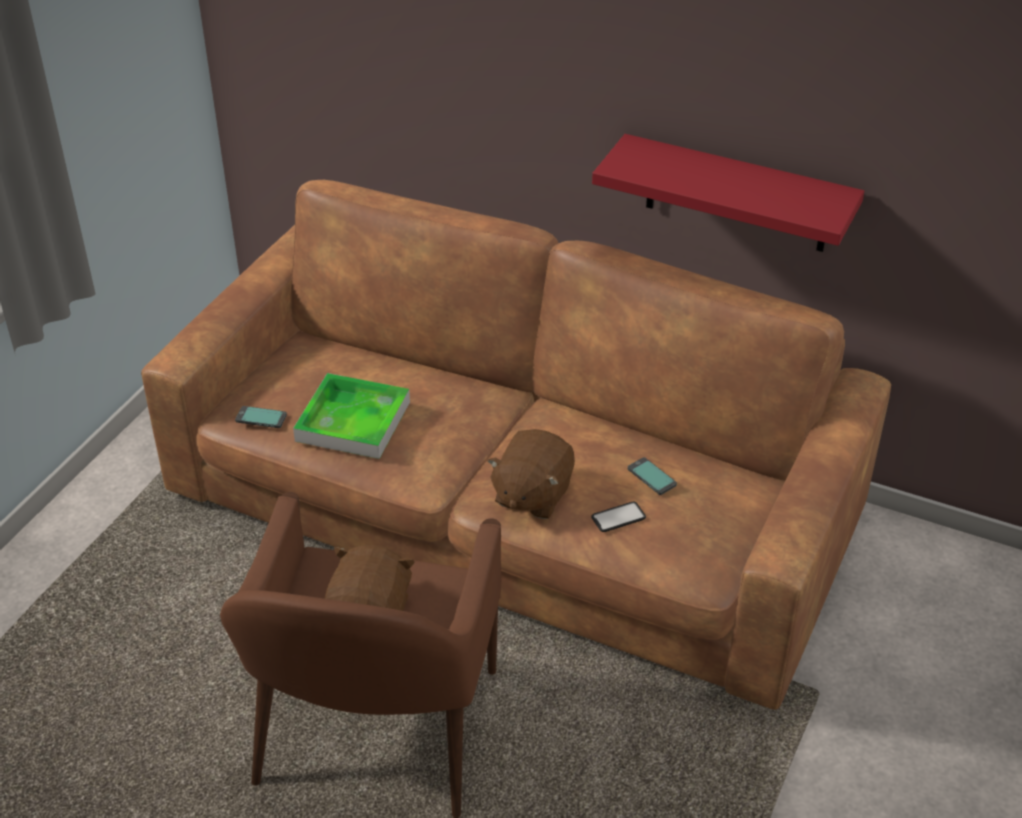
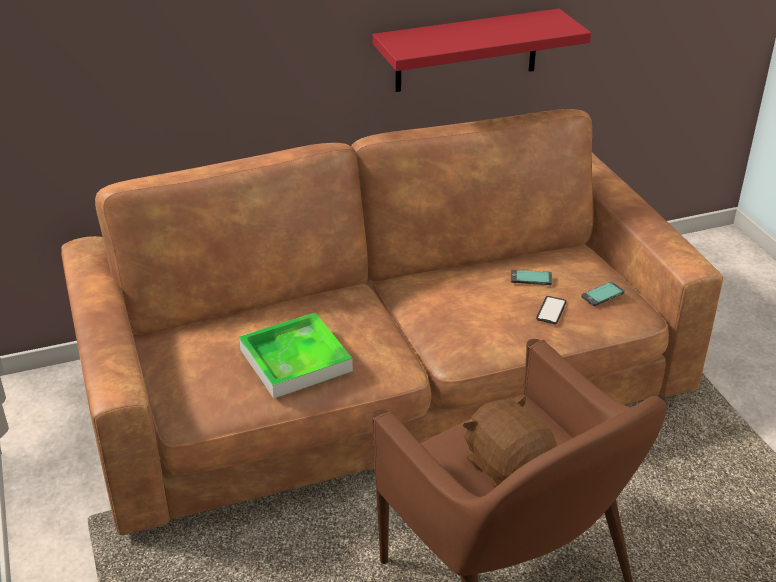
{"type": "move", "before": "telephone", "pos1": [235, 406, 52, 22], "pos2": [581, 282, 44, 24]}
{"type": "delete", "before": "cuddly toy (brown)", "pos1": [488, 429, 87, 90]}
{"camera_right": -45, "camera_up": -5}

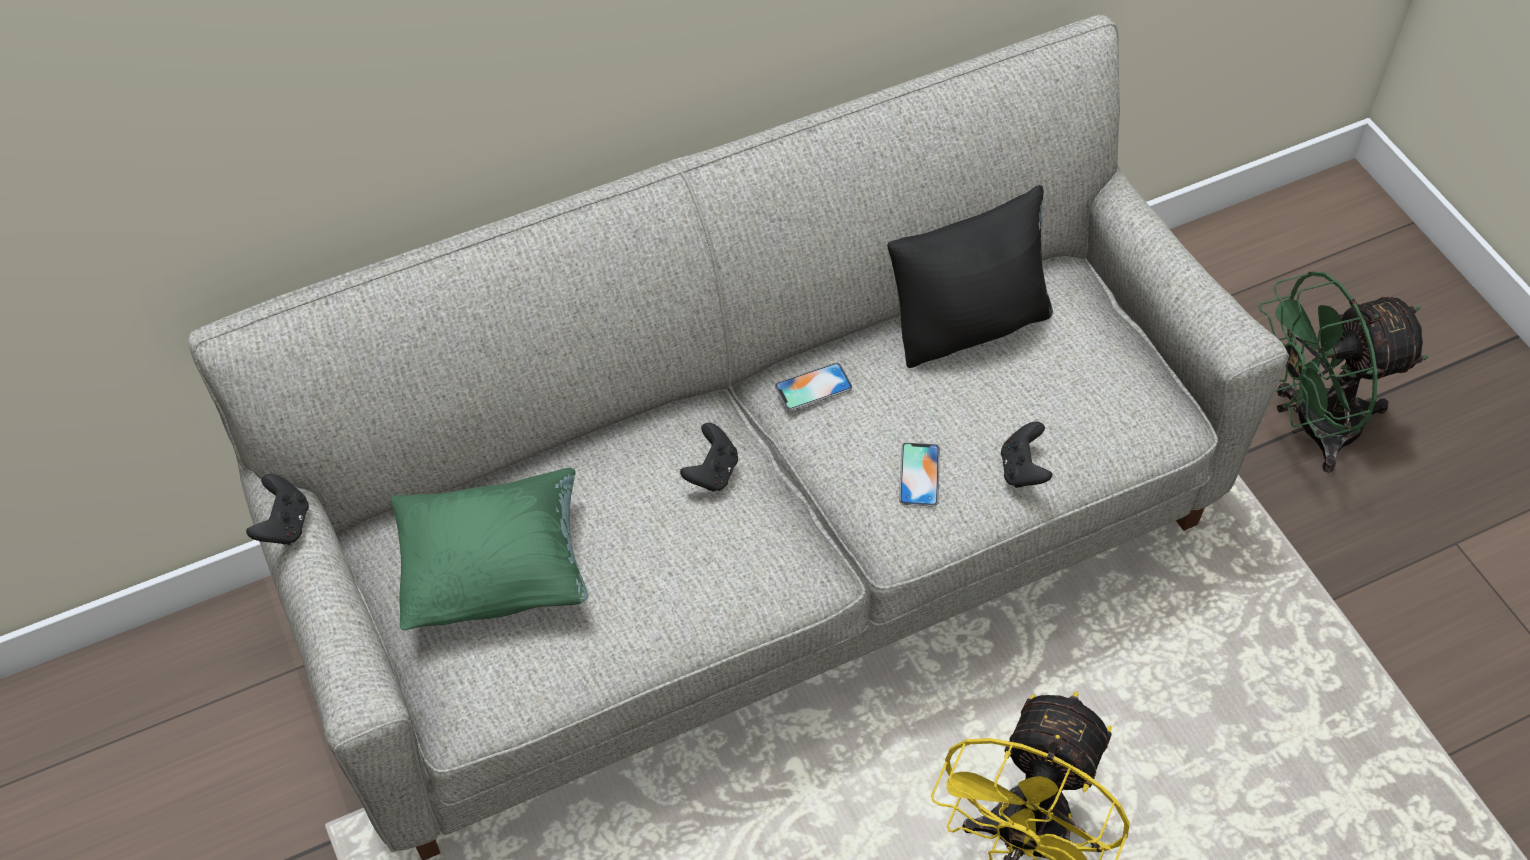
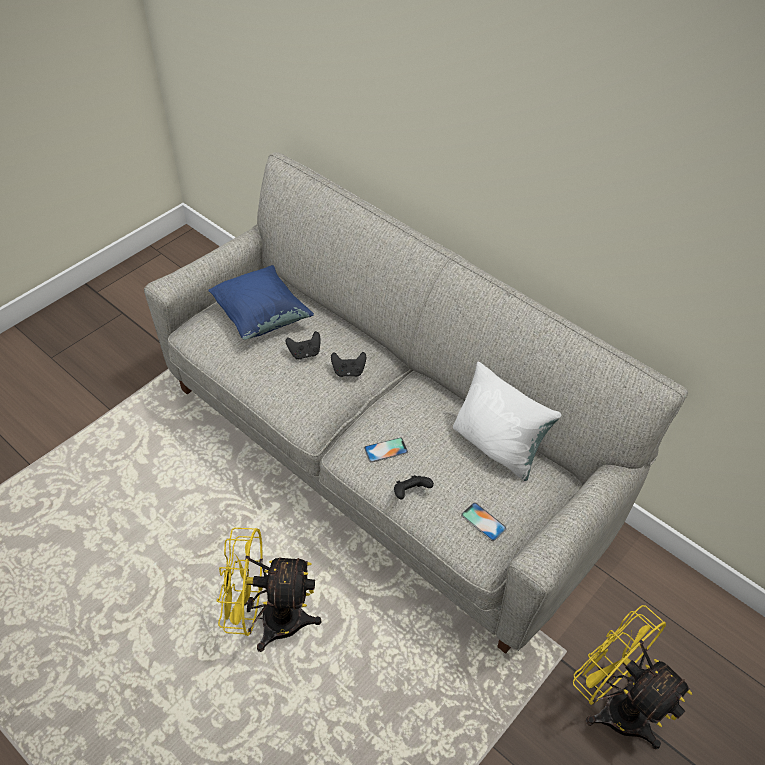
{"type": "recolor", "before": "pillow (black)", "after": "pillow (white)", "pos1": [887, 185, 166, 183], "pos2": [453, 361, 108, 120]}
{"type": "recolor", "before": "electric fan (greenish)", "after": "electric fan (yellow-coloured)", "pos1": [1258, 271, 171, 202], "pos2": [573, 605, 119, 144]}
{"type": "move", "before": "telephone", "pos1": [775, 363, 77, 47], "pos2": [461, 502, 46, 39]}
{"type": "recolor", "before": "pillow (greenish)", "after": "pillow (bluish)", "pos1": [391, 467, 197, 163], "pos2": [208, 265, 106, 75]}
{"type": "move", "before": "joypad (black)", "pos1": [246, 474, 63, 71], "pos2": [286, 331, 35, 29]}
{"camera_right": 65, "camera_up": -5}

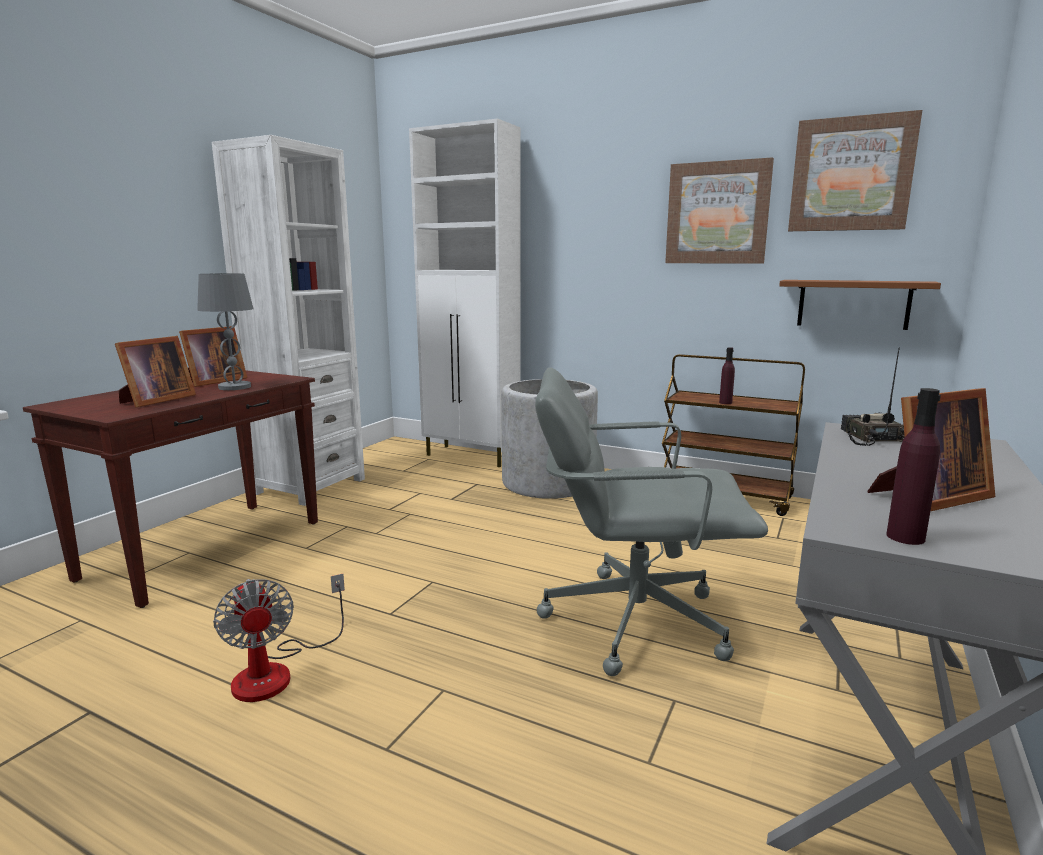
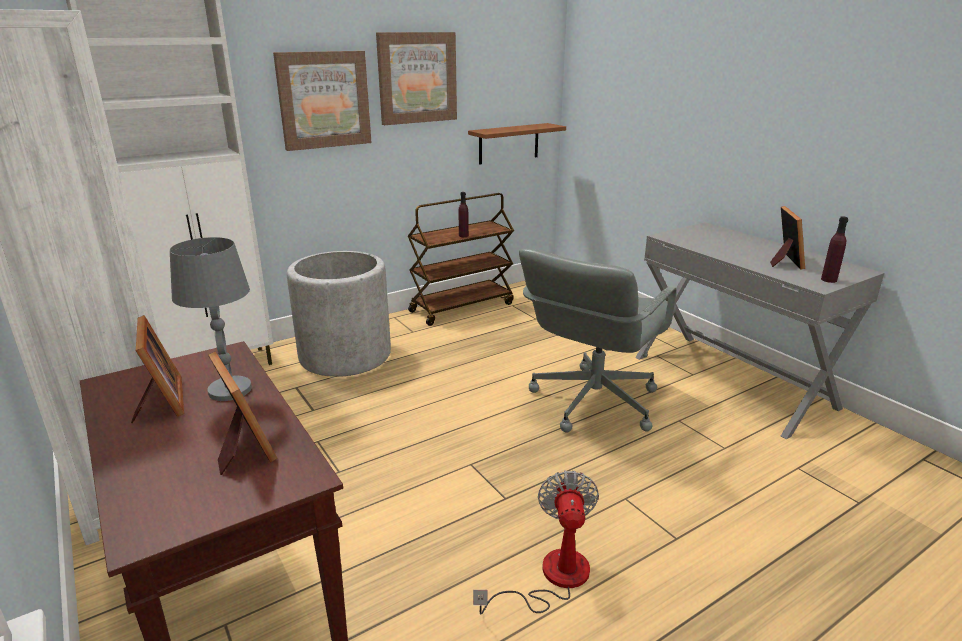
{"type": "move", "before": "picture", "pos1": [788, 110, 134, 121], "pos2": [273, 51, 99, 100]}
{"type": "delete", "before": "radio set", "pos1": [841, 348, 64, 98]}
{"type": "rotate", "before": "electric fan", "pos1": [213, 574, 132, 128], "pos2": [473, 470, 126, 145], "turn": -90}
{"camera_right": -60, "camera_up": 10}

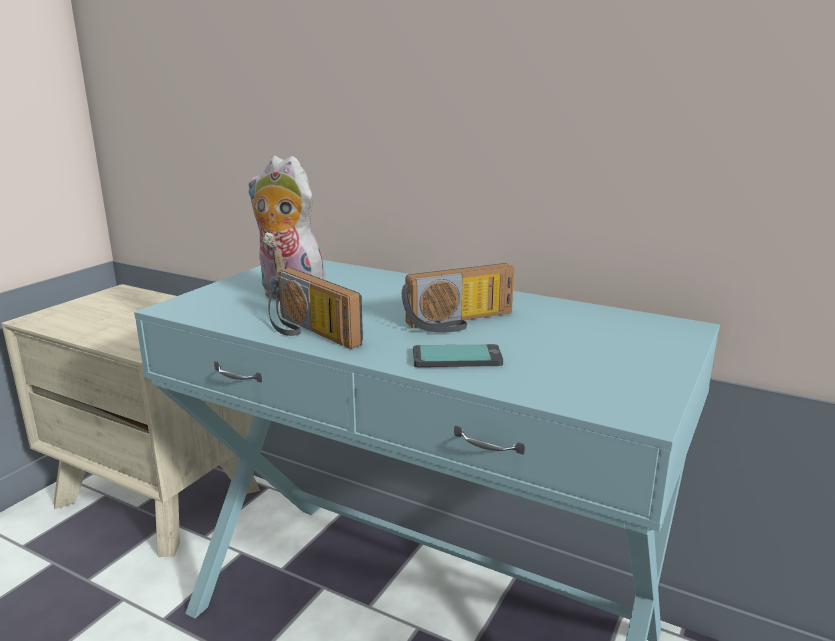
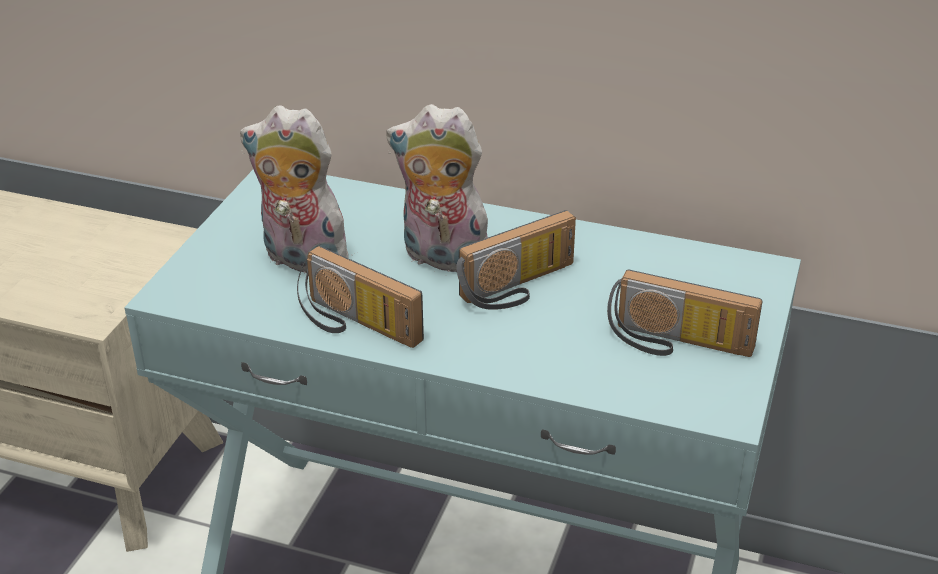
{"type": "delete", "before": "telephone", "pos1": [413, 344, 90, 23]}
{"type": "insert", "after": "cuddly toy", "pos2": [386, 104, 102, 168]}
{"type": "insert", "after": "radio set", "pos2": [607, 270, 155, 87]}
{"camera_right": -10, "camera_up": 15}

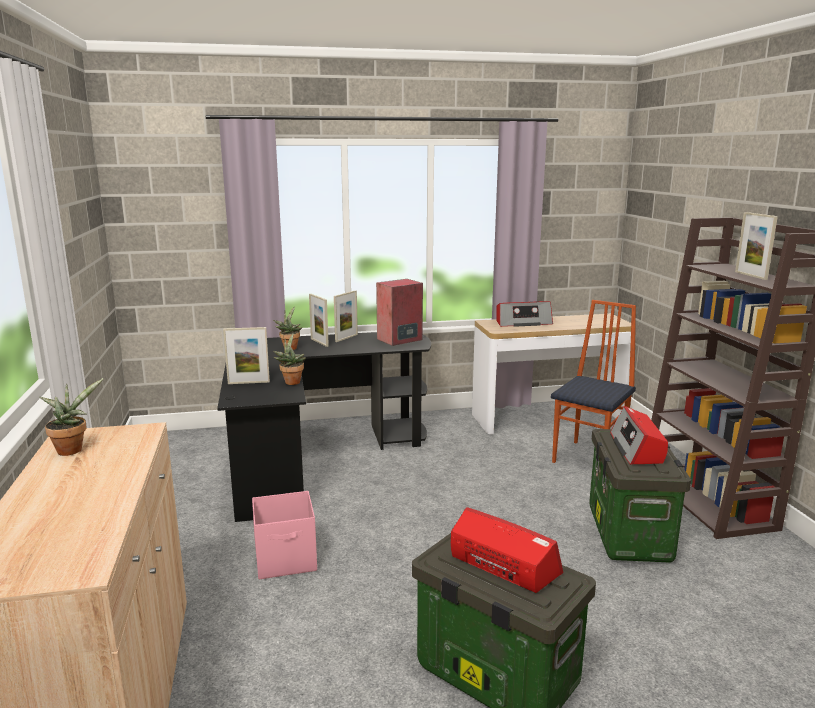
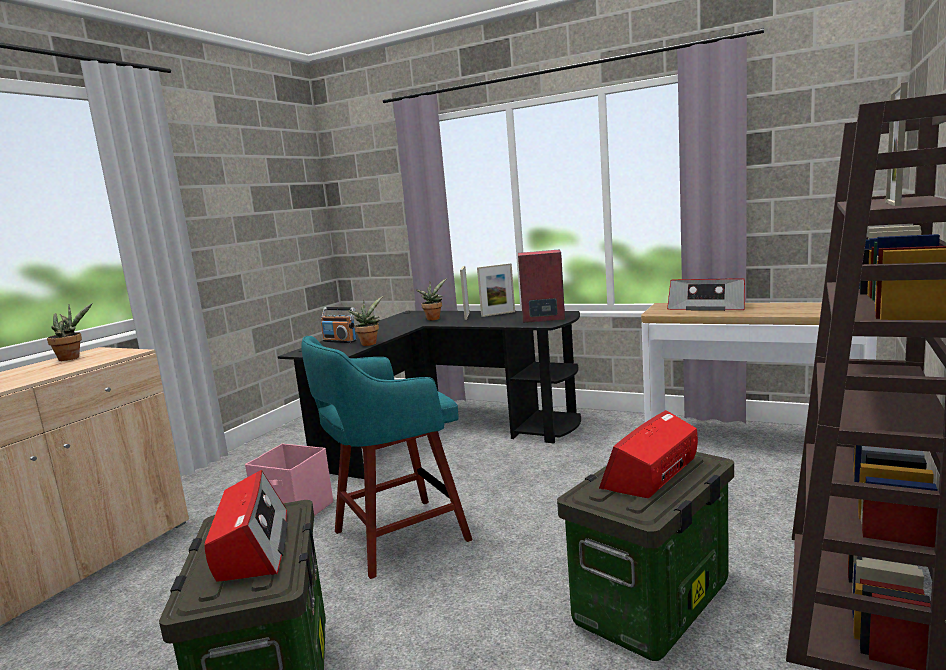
{"type": "delete", "before": "chair", "pos1": [551, 300, 85, 163]}
{"type": "replace", "before": "picture frame", "after": "radio set", "pos1": [223, 327, 47, 57], "pos2": [321, 307, 36, 36]}
{"type": "insert", "after": "sitting stool (turquoise-coloured)", "pos2": [301, 336, 171, 243]}
{"camera_right": 40, "camera_up": -5}

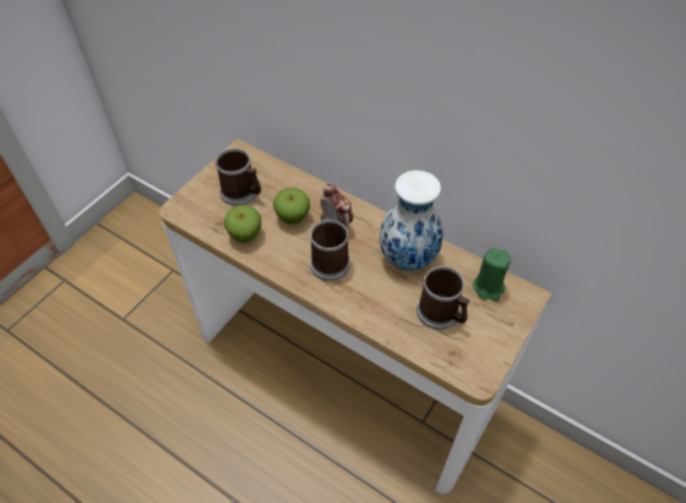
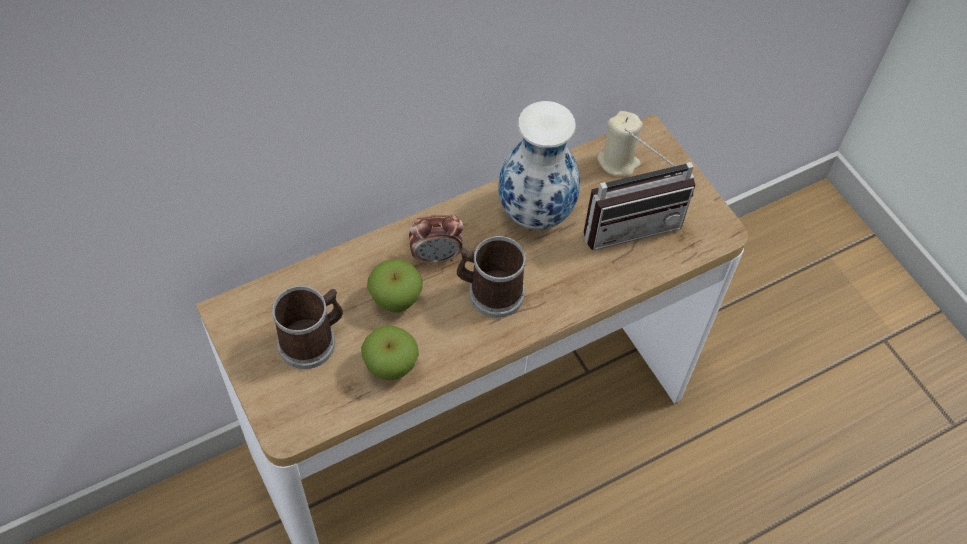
{"type": "recolor", "before": "wax candle (greenish)", "after": "wax candle (sand-coloured)", "pos1": [473, 248, 38, 53], "pos2": [597, 111, 46, 65]}
{"type": "replace", "before": "tea mug", "after": "radio set", "pos1": [417, 266, 53, 64], "pos2": [584, 129, 111, 121]}
{"camera_right": -65, "camera_up": 5}

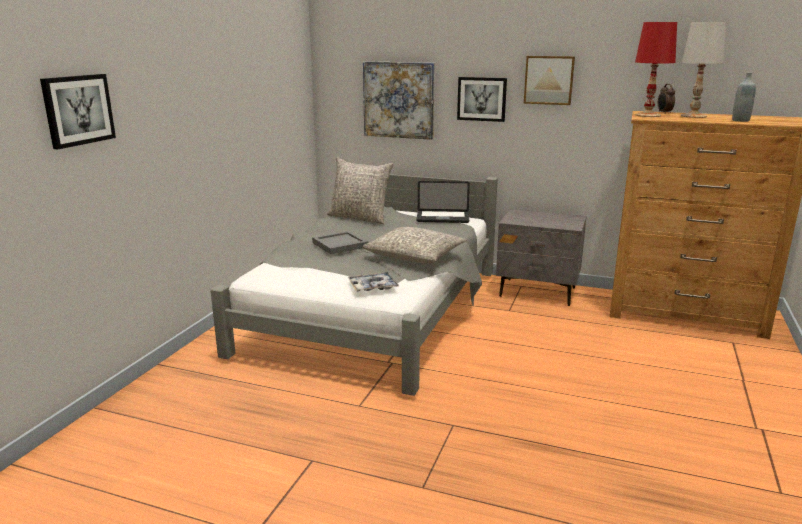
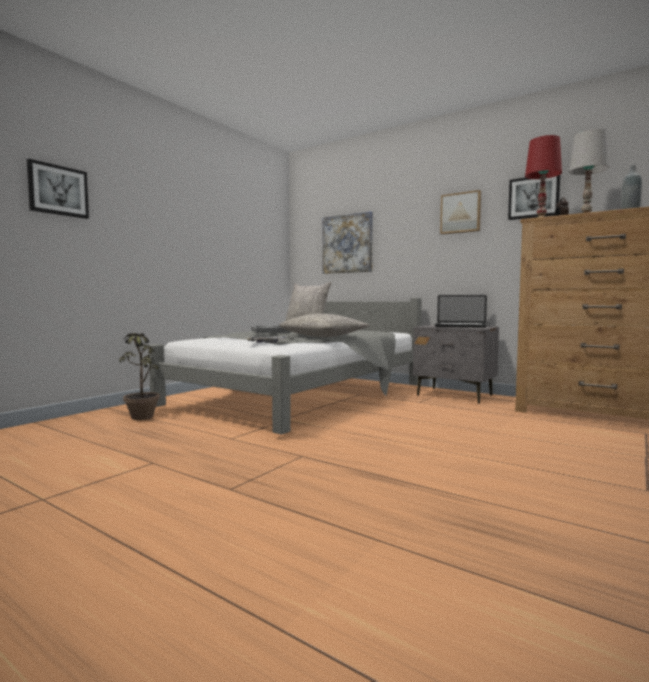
{"type": "move", "before": "picture", "pos1": [457, 77, 50, 45], "pos2": [508, 175, 52, 45]}
{"type": "move", "before": "portable computer", "pos1": [416, 181, 54, 42], "pos2": [435, 295, 52, 33]}
{"type": "insert", "after": "houseplant", "pos2": [119, 333, 41, 87]}
{"camera_right": 15, "camera_up": -15}

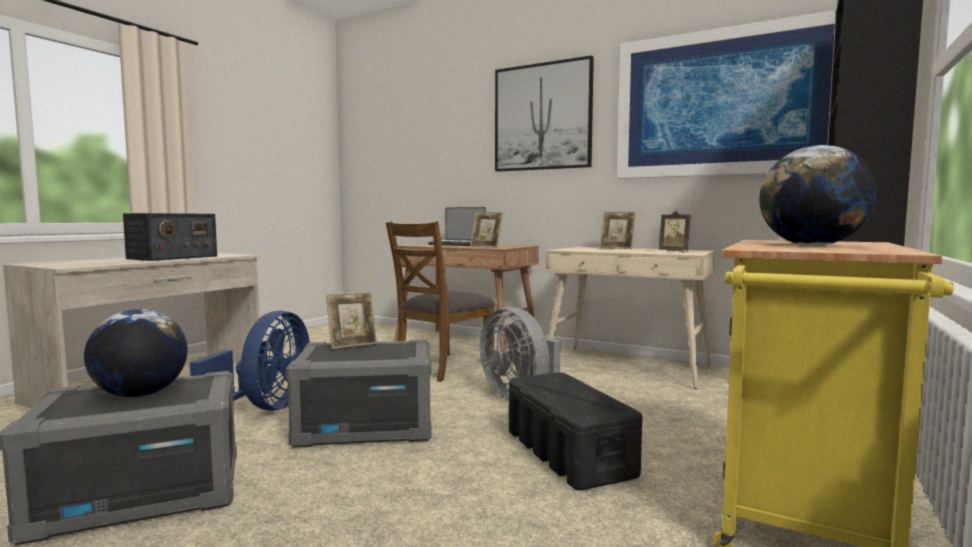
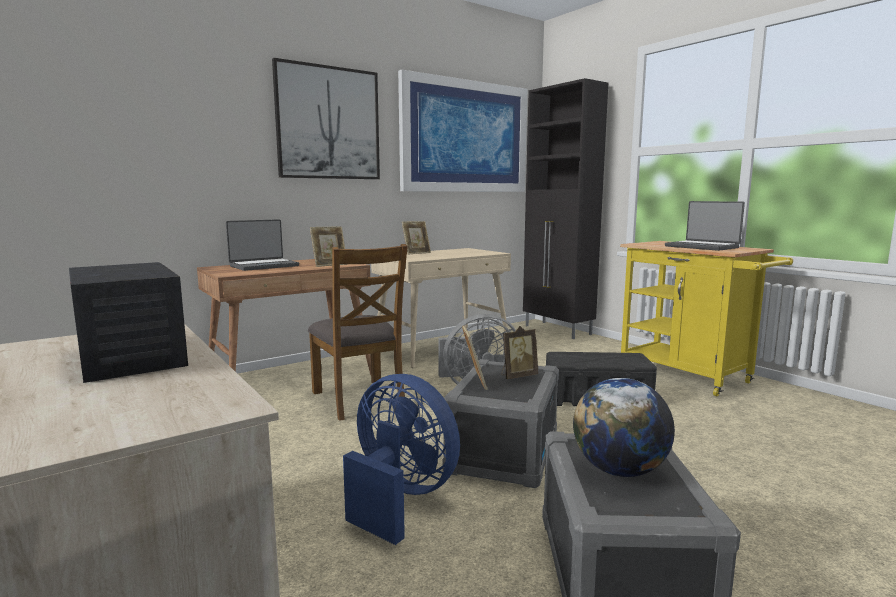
{"type": "replace", "before": "globe", "after": "portable computer", "pos1": [759, 145, 117, 101], "pos2": [665, 201, 80, 50]}
{"type": "move", "before": "picture frame", "pos1": [659, 211, 32, 41], "pos2": [501, 326, 37, 53]}
{"camera_right": -65, "camera_up": 5}

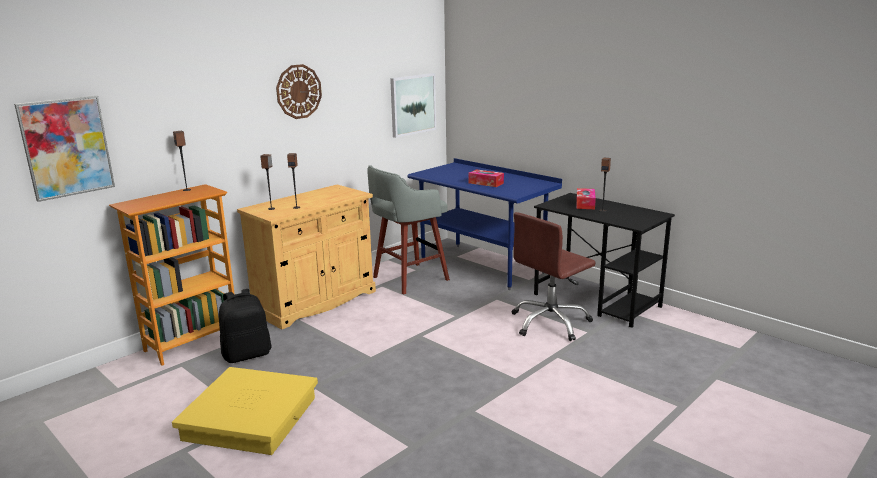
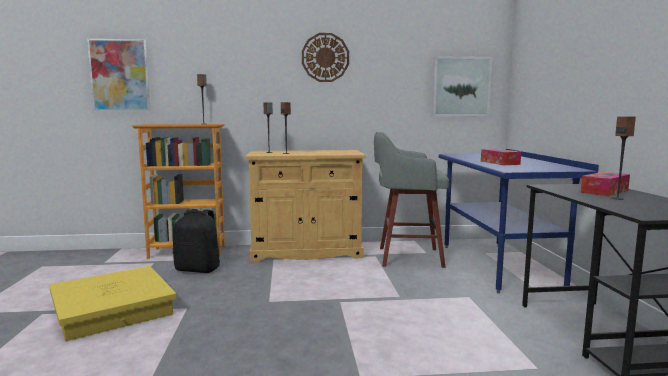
{"type": "delete", "before": "desk chair (brown)", "pos1": [511, 212, 85, 129]}
{"camera_right": 40, "camera_up": -10}

